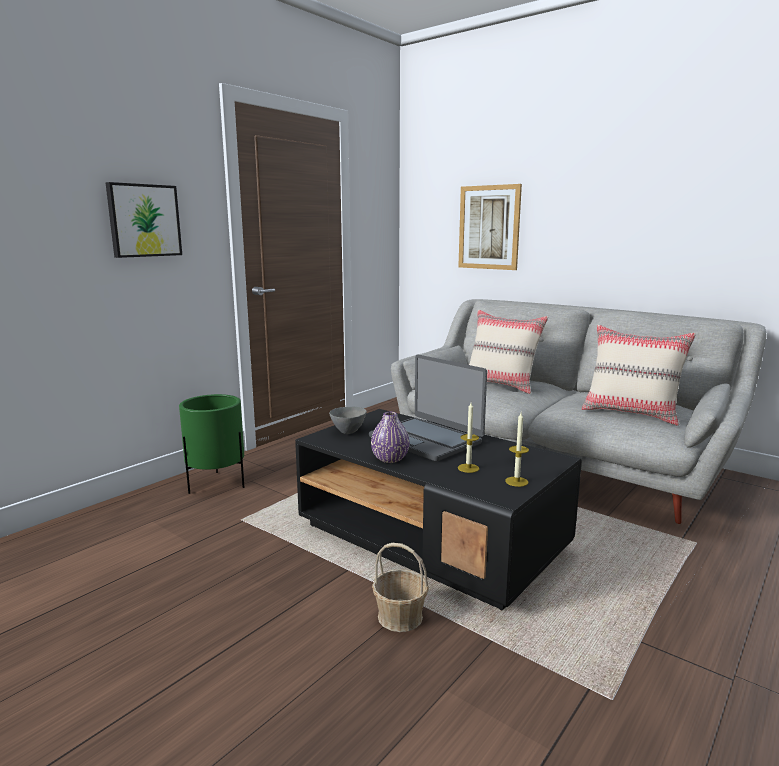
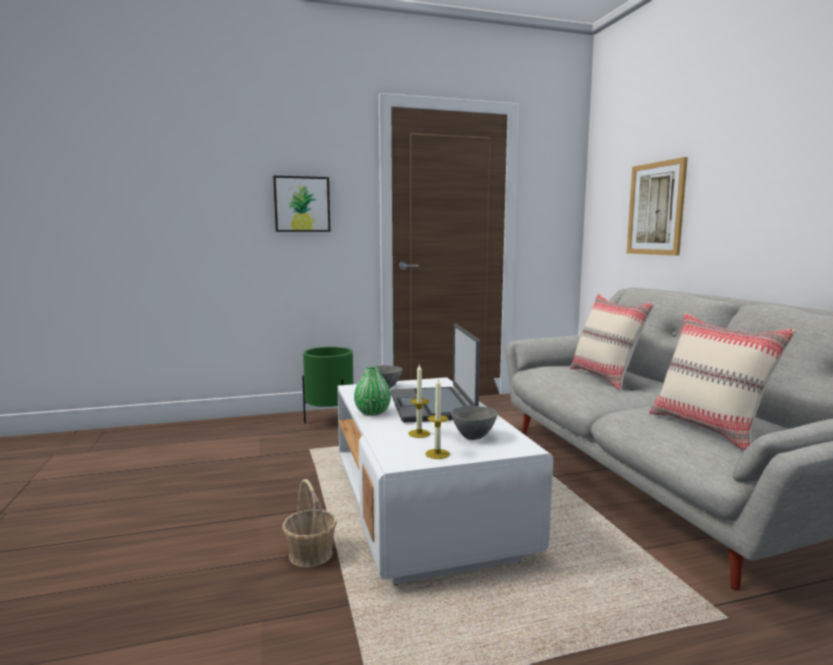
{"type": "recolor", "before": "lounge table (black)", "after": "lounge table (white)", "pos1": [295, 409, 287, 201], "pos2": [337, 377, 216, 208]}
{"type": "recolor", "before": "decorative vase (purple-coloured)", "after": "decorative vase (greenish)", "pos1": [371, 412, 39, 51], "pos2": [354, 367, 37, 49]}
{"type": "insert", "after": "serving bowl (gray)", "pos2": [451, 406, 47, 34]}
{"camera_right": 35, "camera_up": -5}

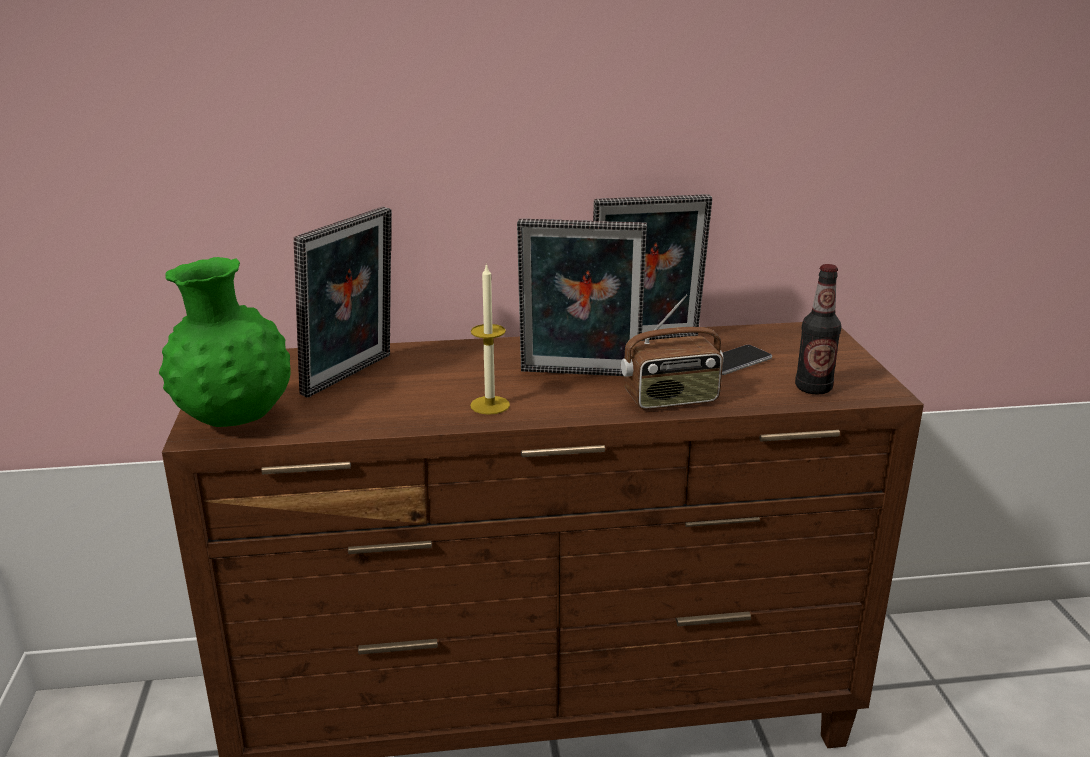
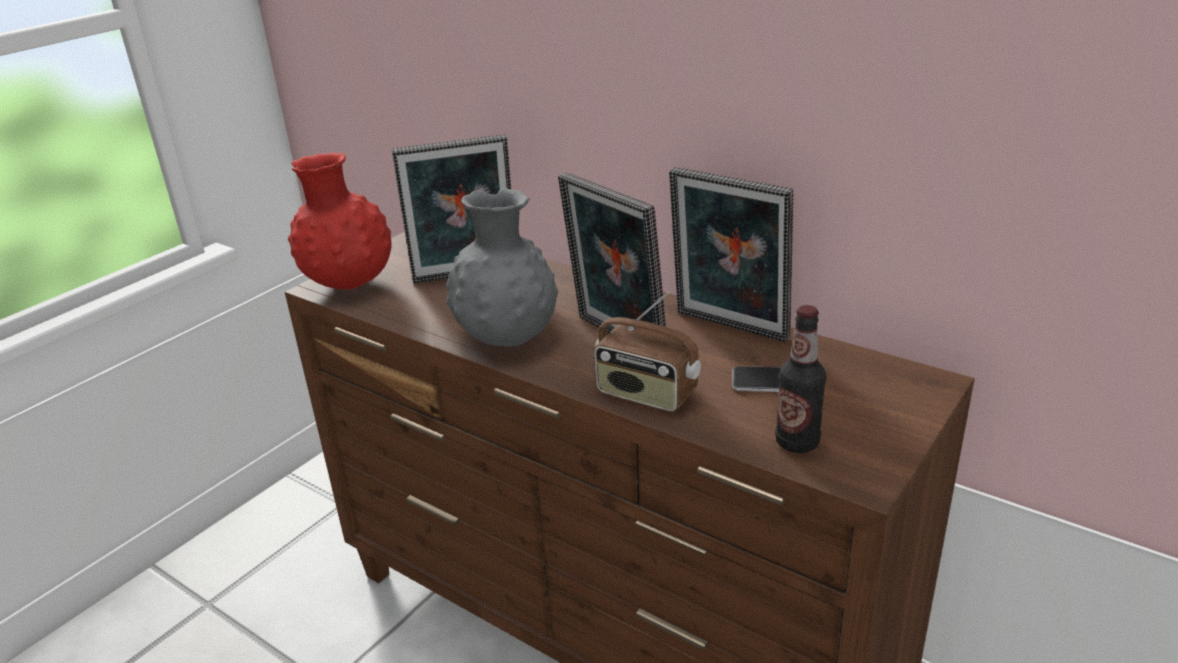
{"type": "recolor", "before": "decorative vase (greenish)", "after": "decorative vase (reddish)", "pos1": [159, 257, 132, 170], "pos2": [288, 152, 104, 137]}
{"type": "replace", "before": "wax candle", "after": "decorative vase (gray)", "pos1": [470, 263, 40, 152], "pos2": [446, 188, 112, 158]}
{"camera_right": 45, "camera_up": 5}

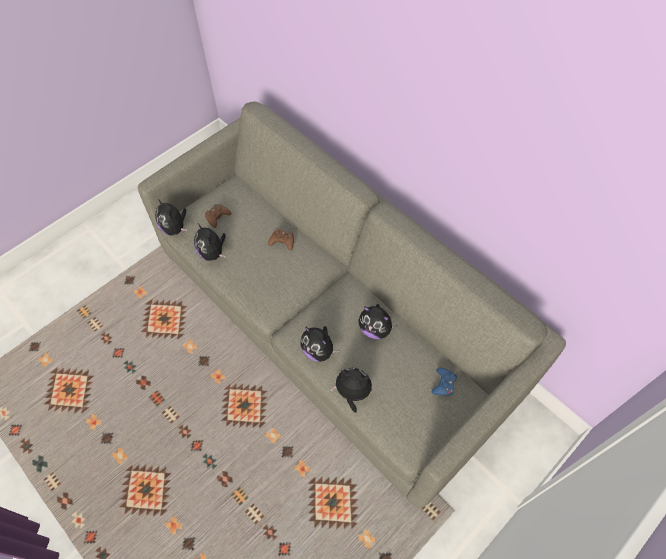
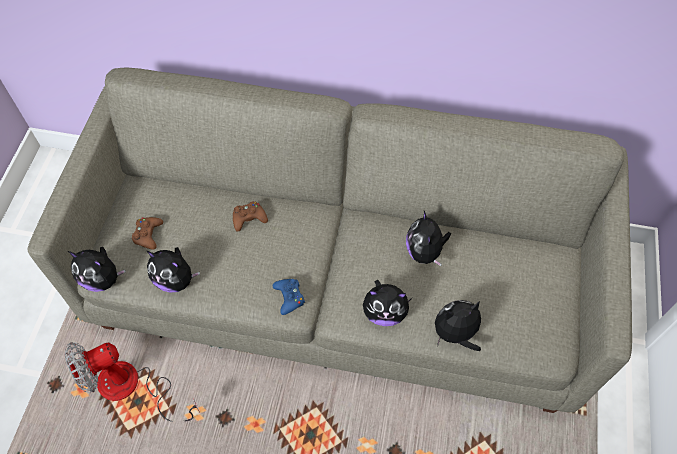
{"type": "rotate", "before": "cuddly toy", "pos1": [358, 304, 39, 35], "pos2": [406, 211, 45, 55], "turn": 90}
{"type": "move", "before": "joypad (bluish)", "pos1": [432, 367, 25, 29], "pos2": [273, 279, 32, 36]}
{"type": "insert", "after": "electric fan", "pos2": [65, 342, 135, 80]}
{"camera_right": -35, "camera_up": 0}

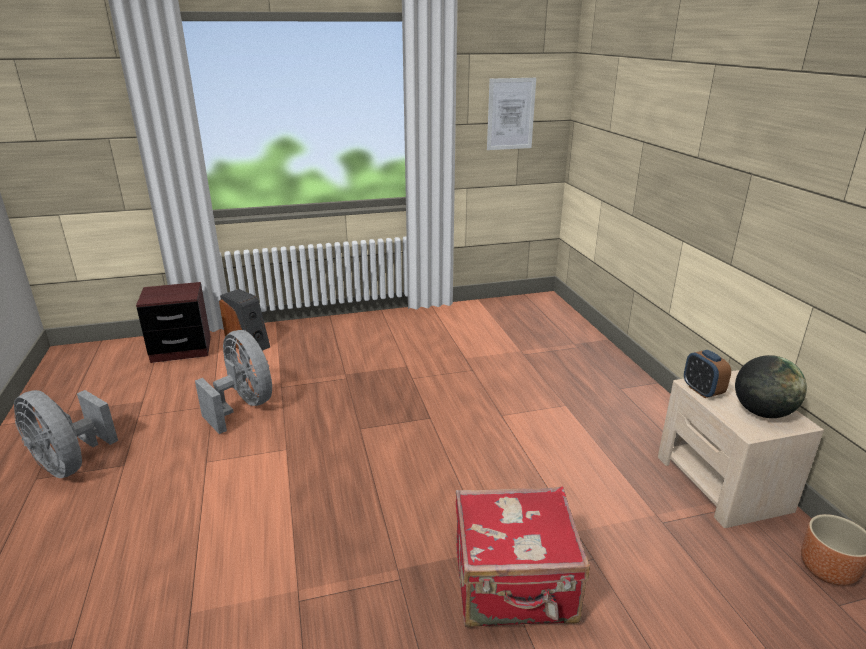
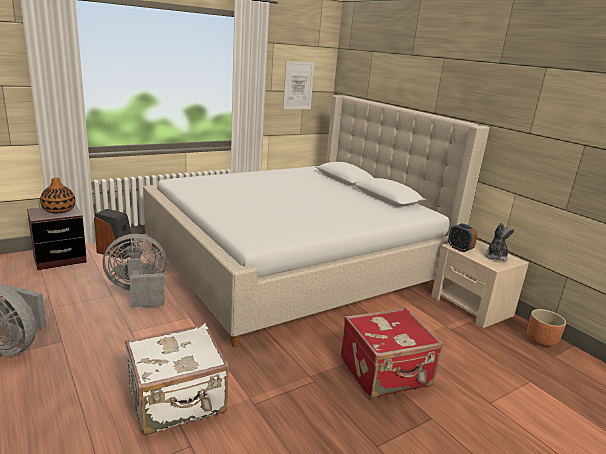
{"type": "rotate", "before": "electric fan (gray)", "pos1": [195, 330, 77, 104], "pos2": [103, 234, 64, 74], "turn": -45}
{"type": "replace", "before": "globe", "after": "cuddly toy", "pos1": [735, 355, 72, 63], "pos2": [485, 222, 30, 40]}
{"type": "insert", "after": "bed (sand-coloured)", "pos2": [143, 95, 346, 252]}
{"type": "insert", "after": "decorative vase", "pos2": [40, 177, 35, 36]}
{"type": "insert", "after": "suitcase (white)", "pos2": [125, 323, 104, 113]}
{"camera_right": -20, "camera_up": -5}

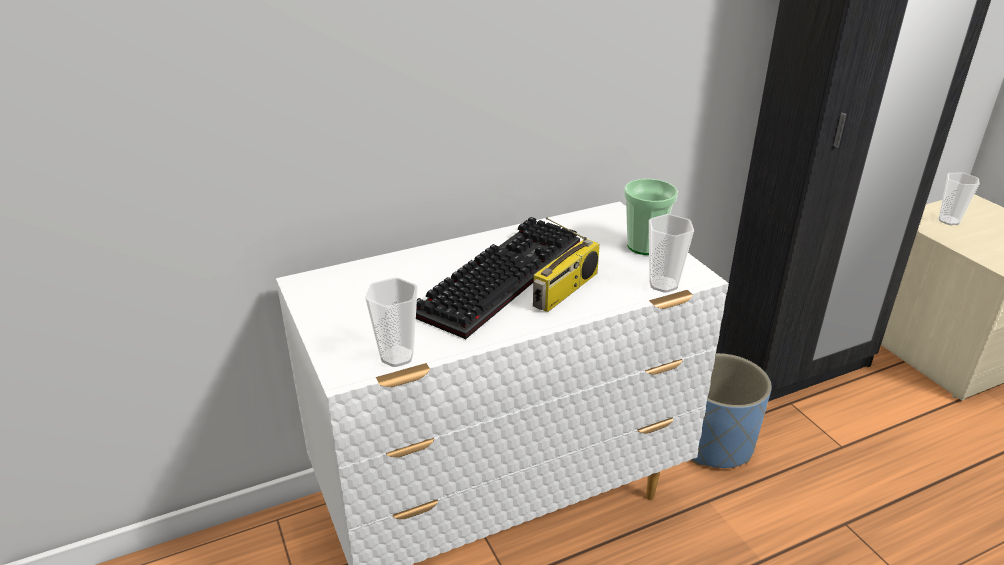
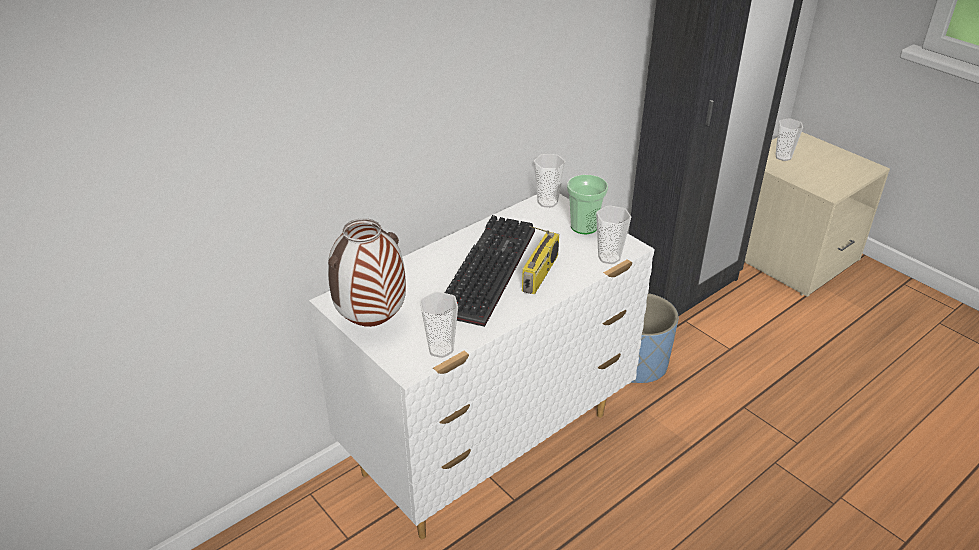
{"type": "insert", "after": "small cup", "pos2": [534, 154, 32, 53]}
{"type": "insert", "after": "decorative vase", "pos2": [328, 218, 78, 109]}
{"camera_right": -15, "camera_up": 5}

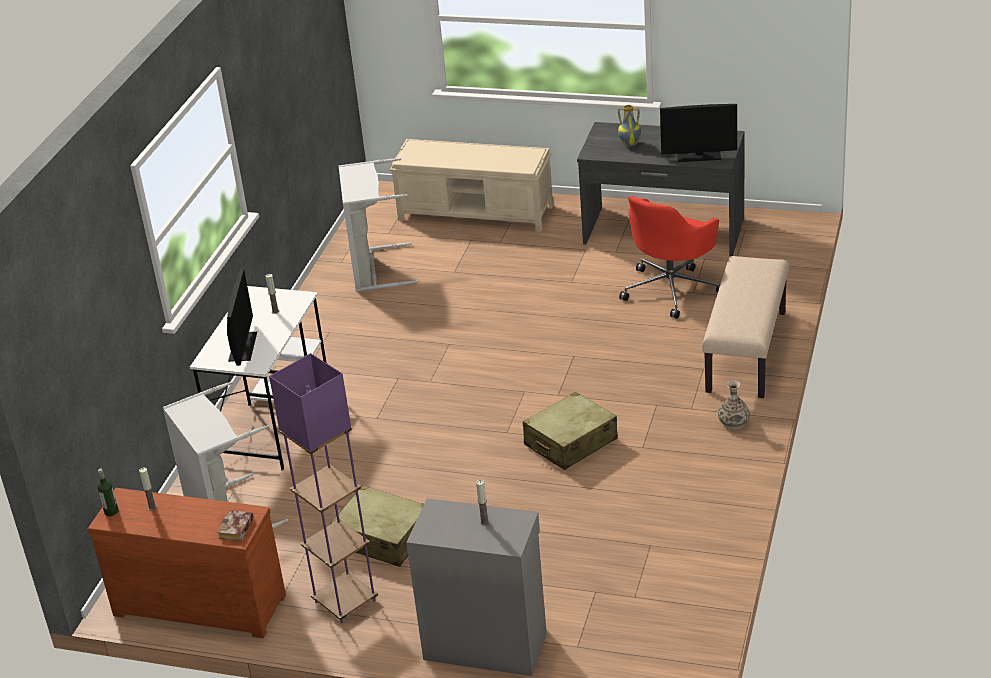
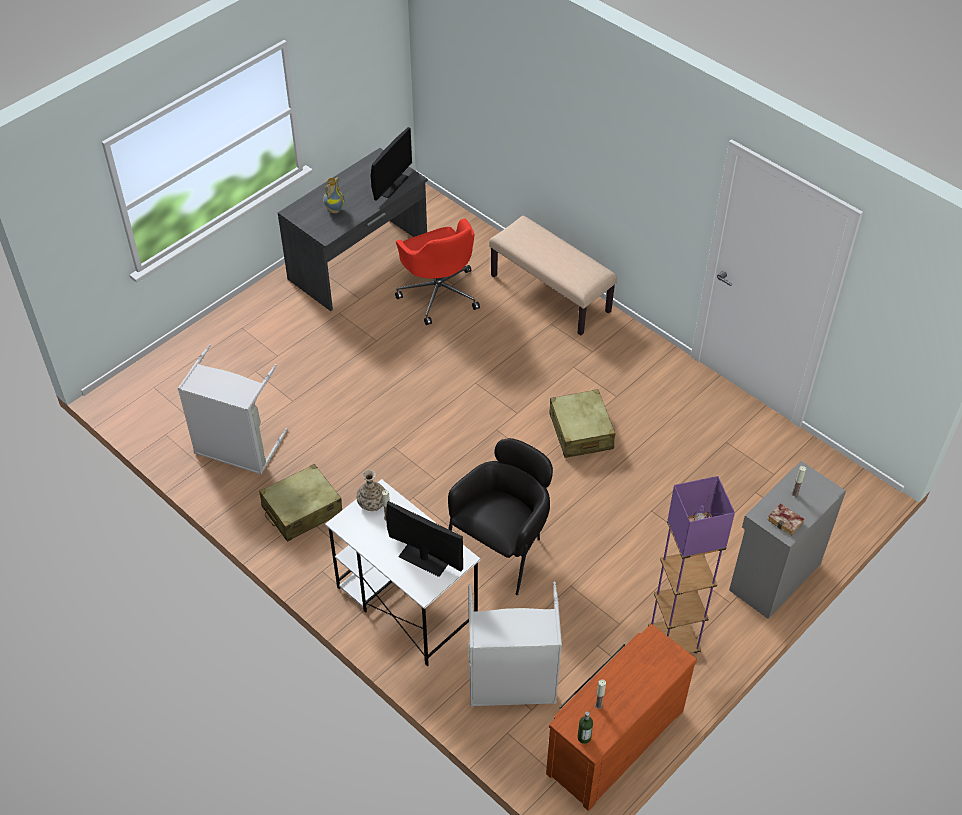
{"type": "delete", "before": "long seat (sand-coloured)", "pos1": [390, 139, 163, 93]}
{"type": "move", "before": "decorative vase", "pos1": [718, 381, 32, 49], "pos2": [356, 470, 29, 41]}
{"type": "move", "before": "suitcase (sand-coloured)", "pos1": [330, 485, 94, 82], "pos2": [259, 464, 83, 78]}
{"type": "move", "before": "bound book", "pos1": [217, 510, 36, 31], "pos2": [767, 503, 38, 33]}
{"type": "insert", "after": "armchair (black)", "pos2": [448, 438, 105, 157]}
{"camera_right": -65, "camera_up": 15}

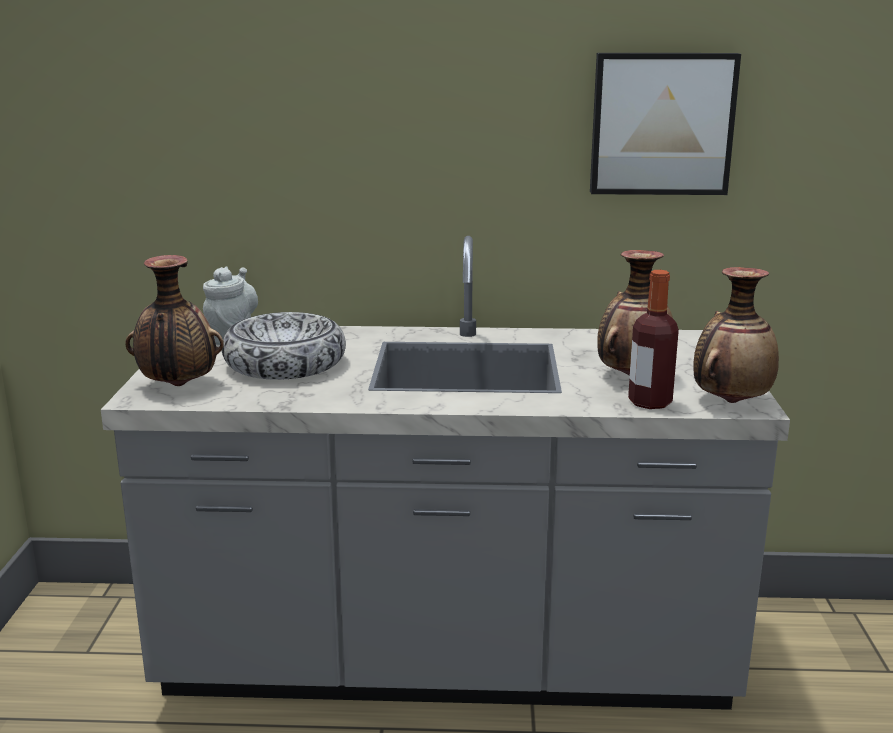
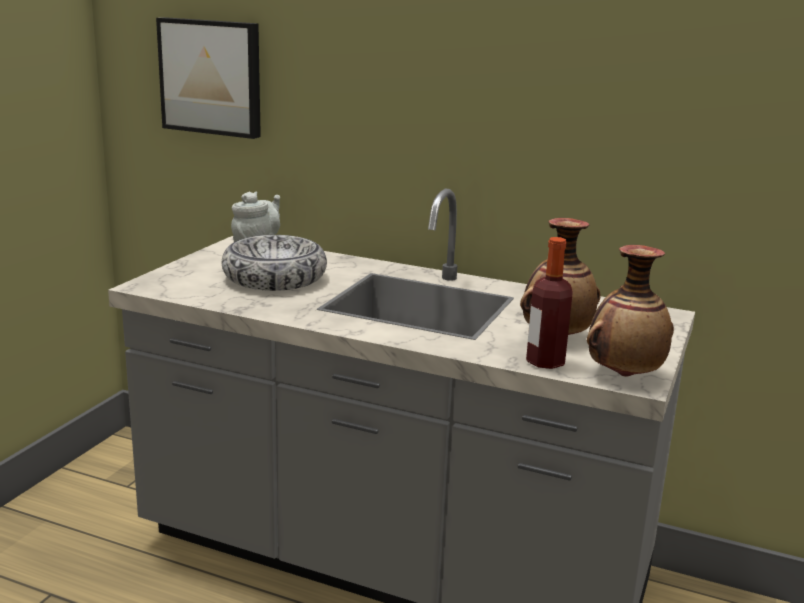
{"type": "move", "before": "picture", "pos1": [590, 53, 151, 142], "pos2": [156, 17, 105, 122]}
{"type": "delete", "before": "decorative vase", "pos1": [125, 255, 99, 131]}
{"camera_right": 20, "camera_up": 0}

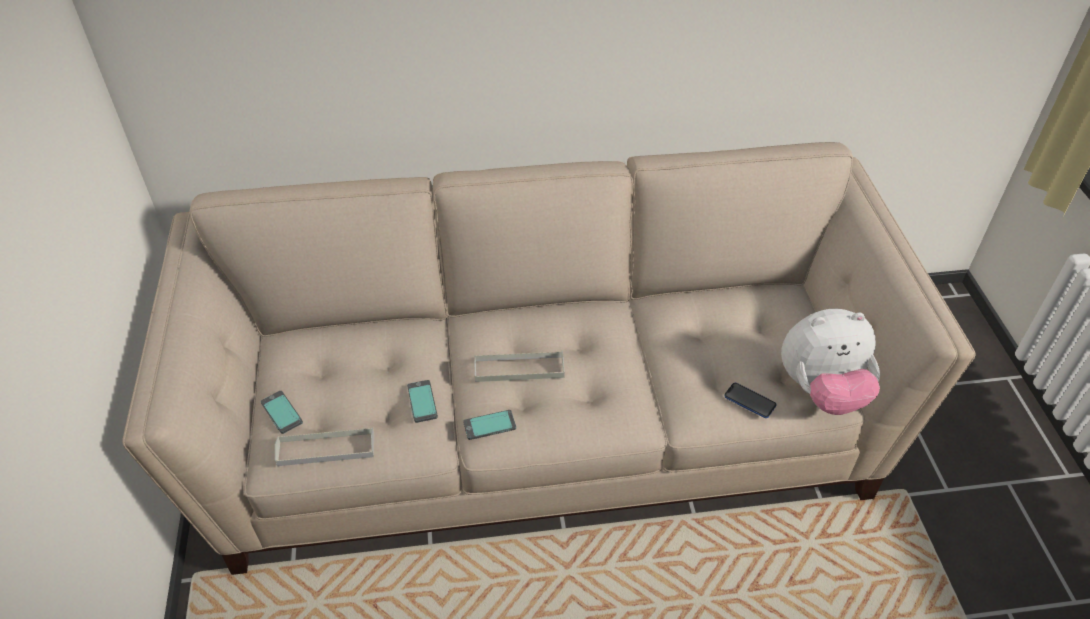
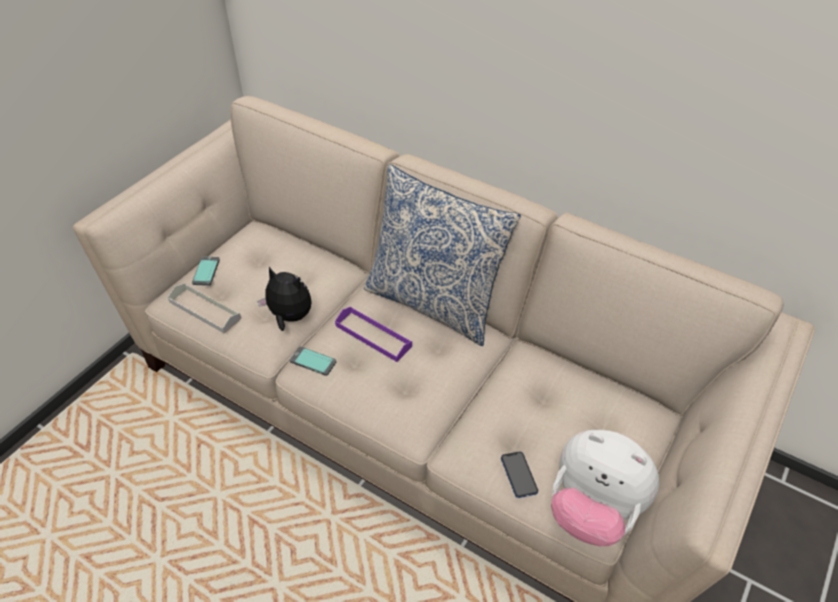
{"type": "recolor", "before": "serving tray (gray)", "after": "serving tray (purple-coloured)", "pos1": [474, 351, 91, 31], "pos2": [335, 307, 77, 55]}
{"type": "replace", "before": "telephone", "after": "cuddly toy", "pos1": [407, 380, 31, 43], "pos2": [257, 267, 55, 64]}
{"type": "insert", "after": "pillow", "pos2": [364, 164, 157, 182]}
{"camera_right": 40, "camera_up": 0}

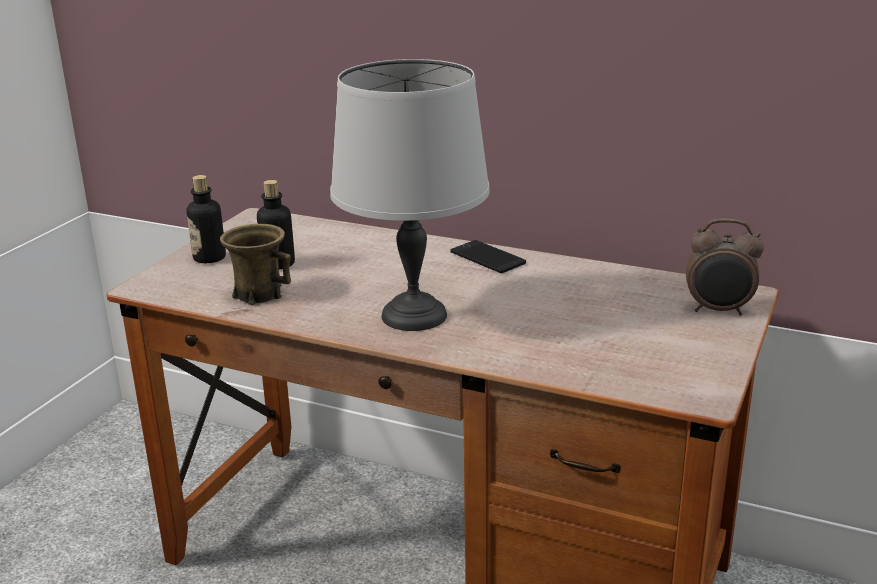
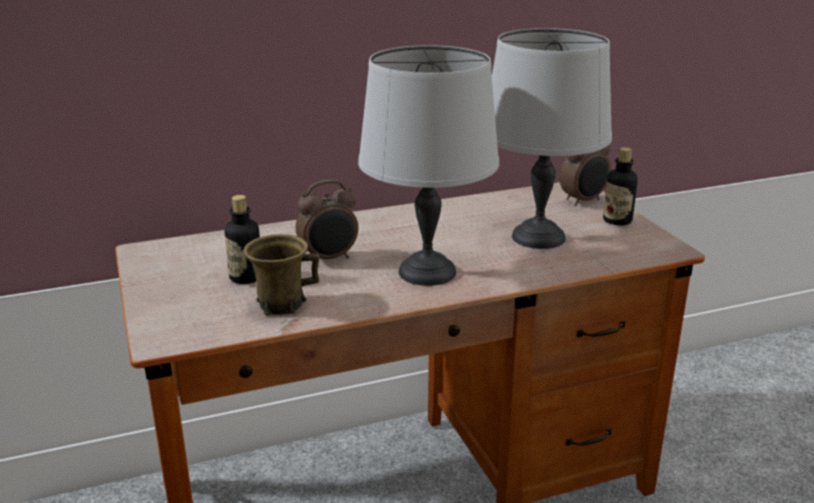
{"type": "move", "before": "beverage bottle", "pos1": [186, 175, 40, 88], "pos2": [603, 147, 35, 78]}
{"type": "delete", "before": "telephone", "pos1": [451, 240, 75, 33]}
{"type": "insert", "after": "lamp for a table (gray)", "pos2": [492, 28, 120, 221]}
{"type": "insert", "after": "table clock", "pos2": [296, 180, 62, 79]}
{"camera_right": -45, "camera_up": 0}

